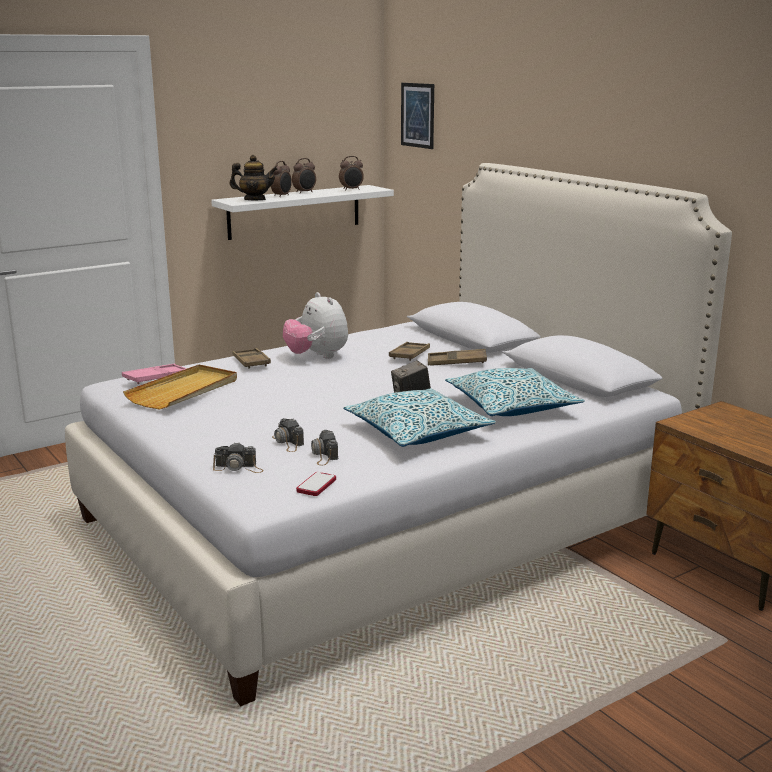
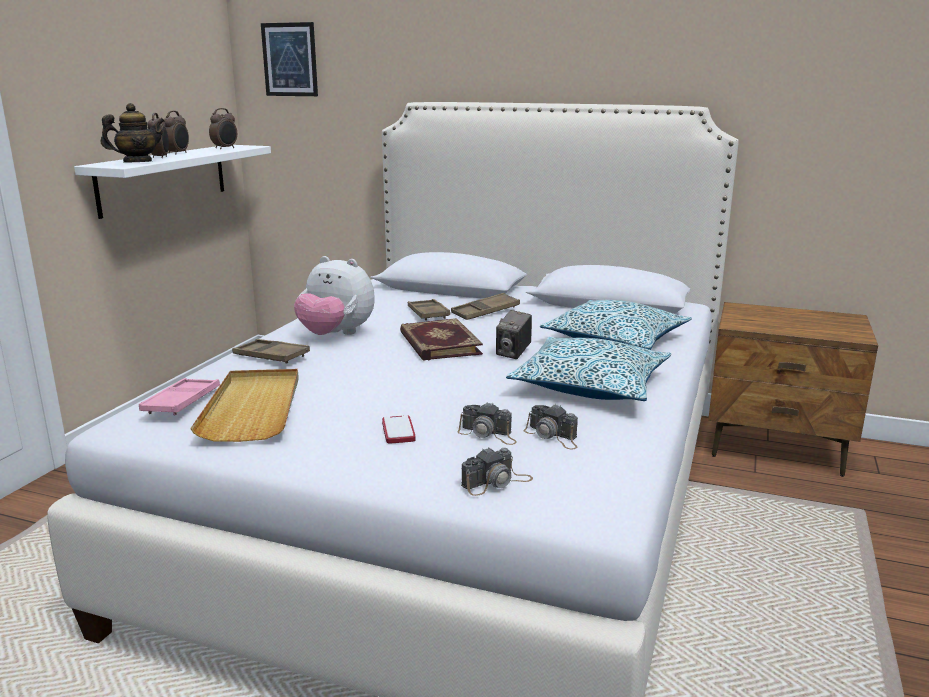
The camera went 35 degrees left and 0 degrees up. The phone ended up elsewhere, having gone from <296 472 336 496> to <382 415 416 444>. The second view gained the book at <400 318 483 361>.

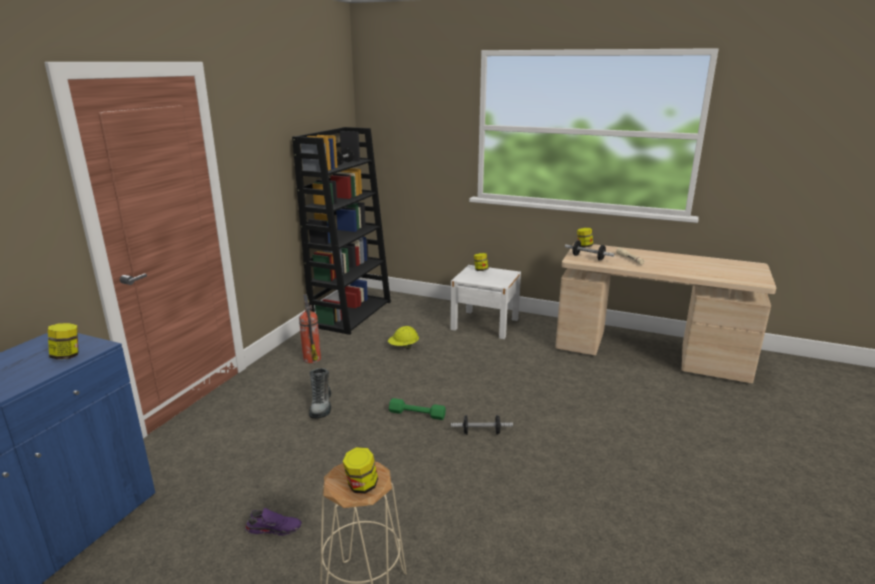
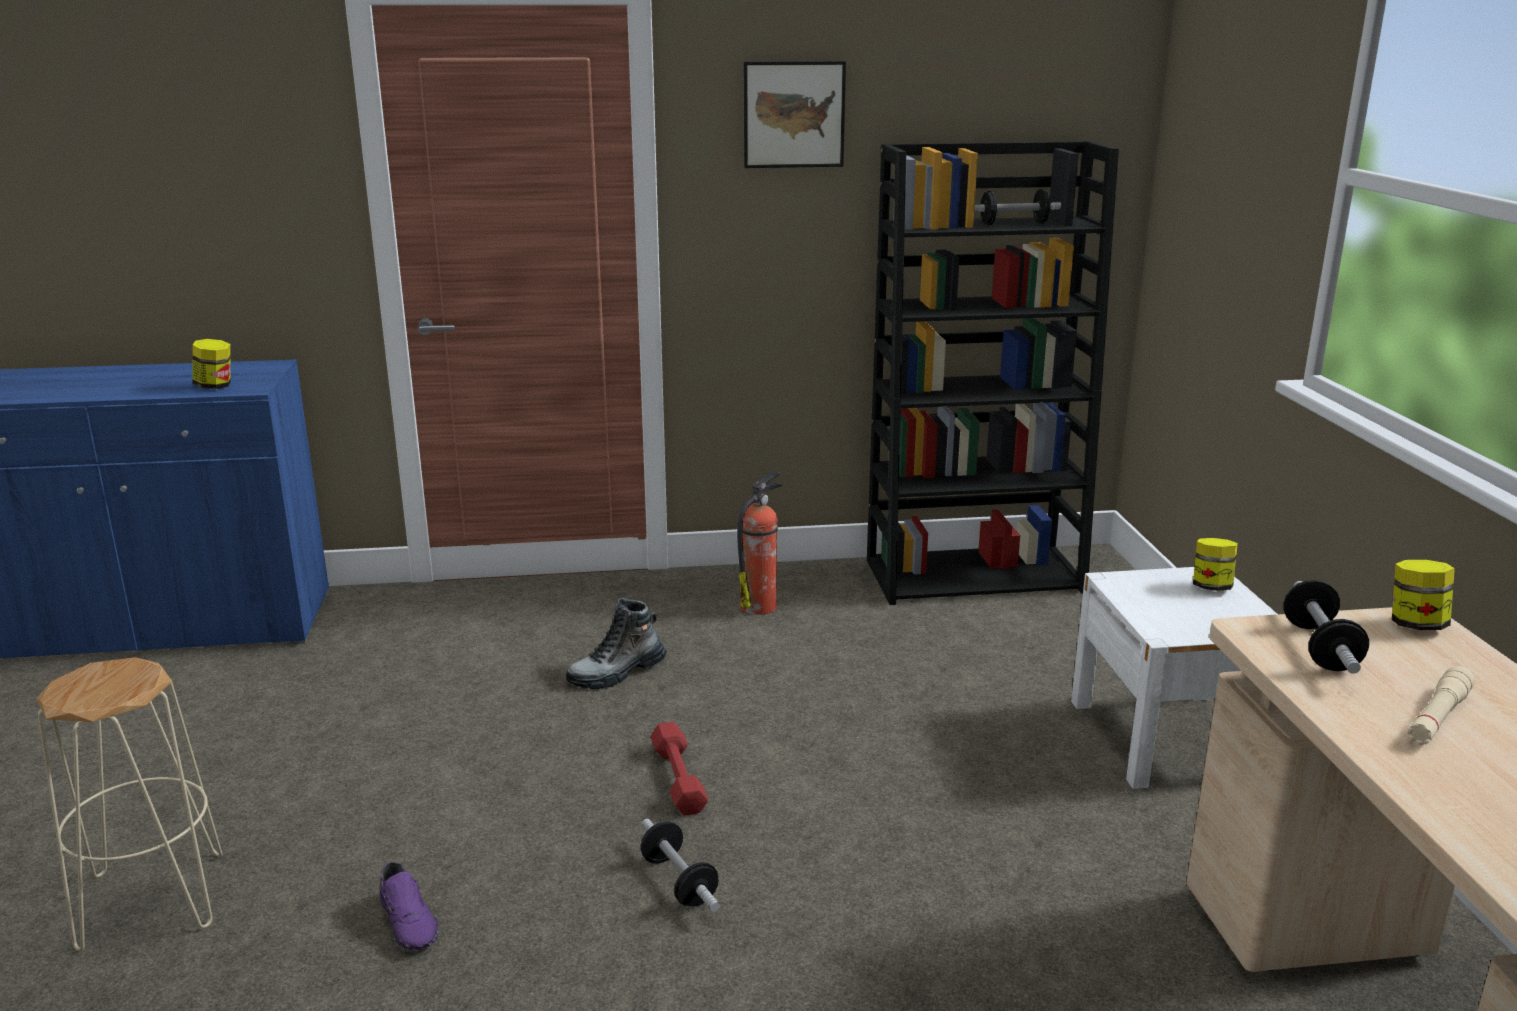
The camera went 60 degrees right and 0 degrees up. The second view lost the yellow hard hat at <388 326 419 349>. What was the green dumbbell at <389 398 446 420> turned into the red dumbbell at <651 722 708 816>. The second view lost the jar at <343 447 378 494>. The purple shoe ended up elsewhere, having gone from <245 508 302 536> to <380 862 440 952>. The second view gained the picture at <744 61 846 168>.

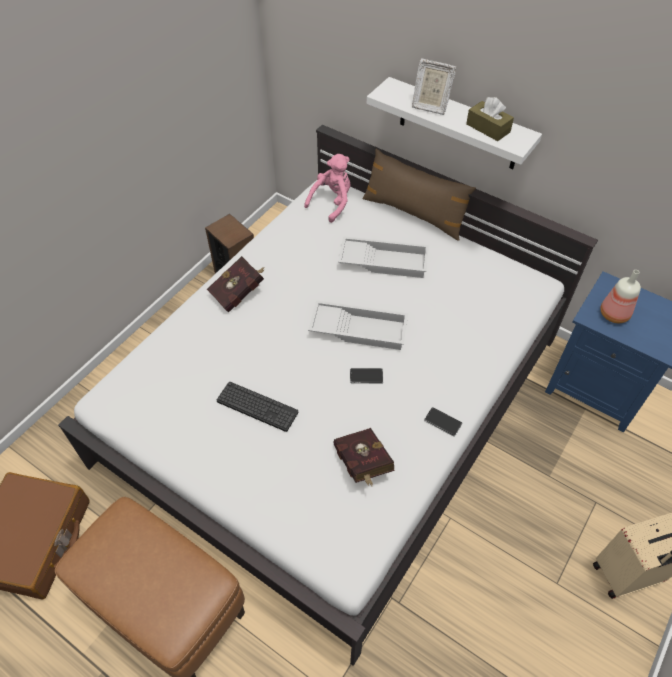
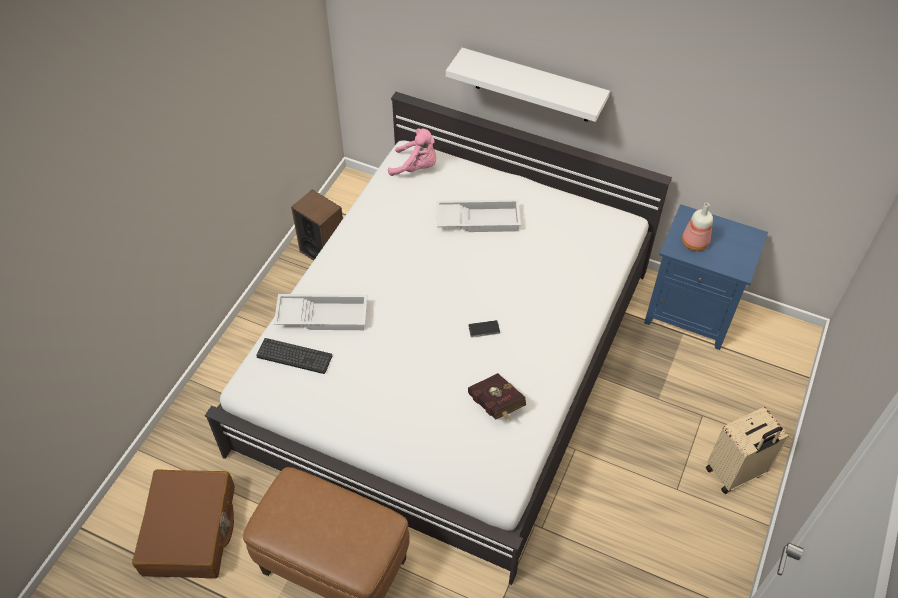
The camera went 10 degrees left and 0 degrees up. The second view lost the picture frame at <412 59 456 115>. The second view lost the brown tissue box at <466 97 514 141>. The second view lost the brown pillow at <362 149 476 241>. The pink plush toy at <304 154 350 223> ended up facing another way, 75 degrees clockwise from before. The second view lost the red book at <207 256 265 313>. The white tray ended up elsewhere, having gone from <308 300 408 350> to <274 294 367 330>. The keyboard ended up elsewhere, having gone from <217 382 298 432> to <256 338 332 374>. The second view lost the phone at <424 407 462 437>.

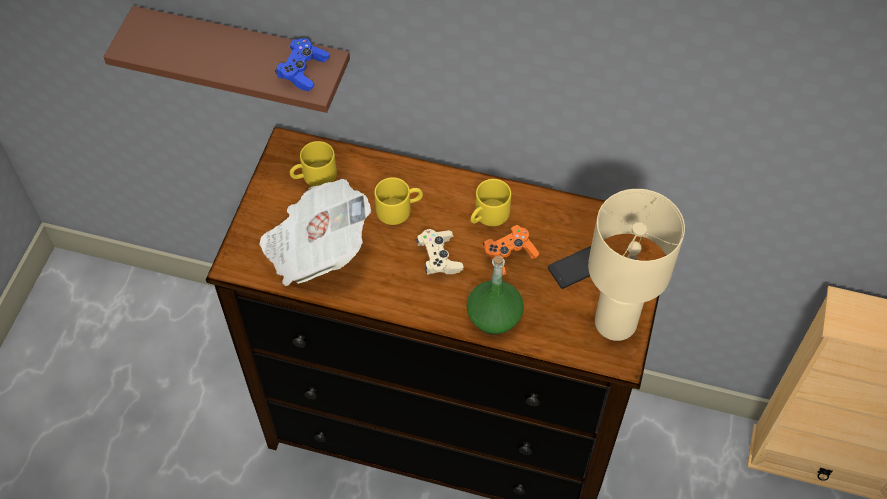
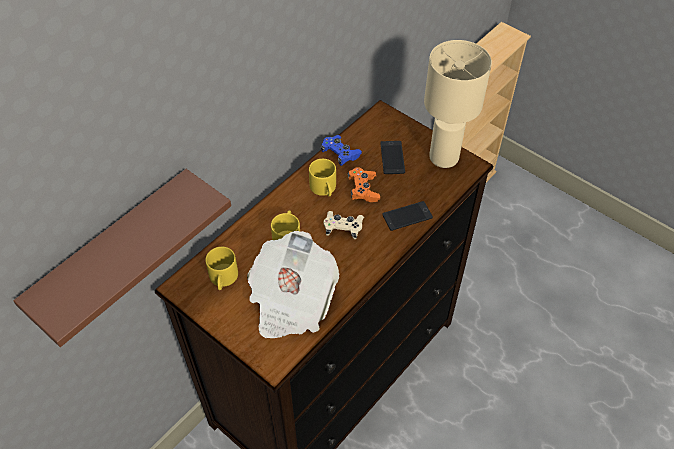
The camera went 65 degrees left and 5 degrees down. The blue game controller ended up elsewhere, having gone from <275 38 330 92> to <321 135 362 166>. Where the green bottle stood at <466 256 524 335>, the phone came to stand at <382 201 433 231>.

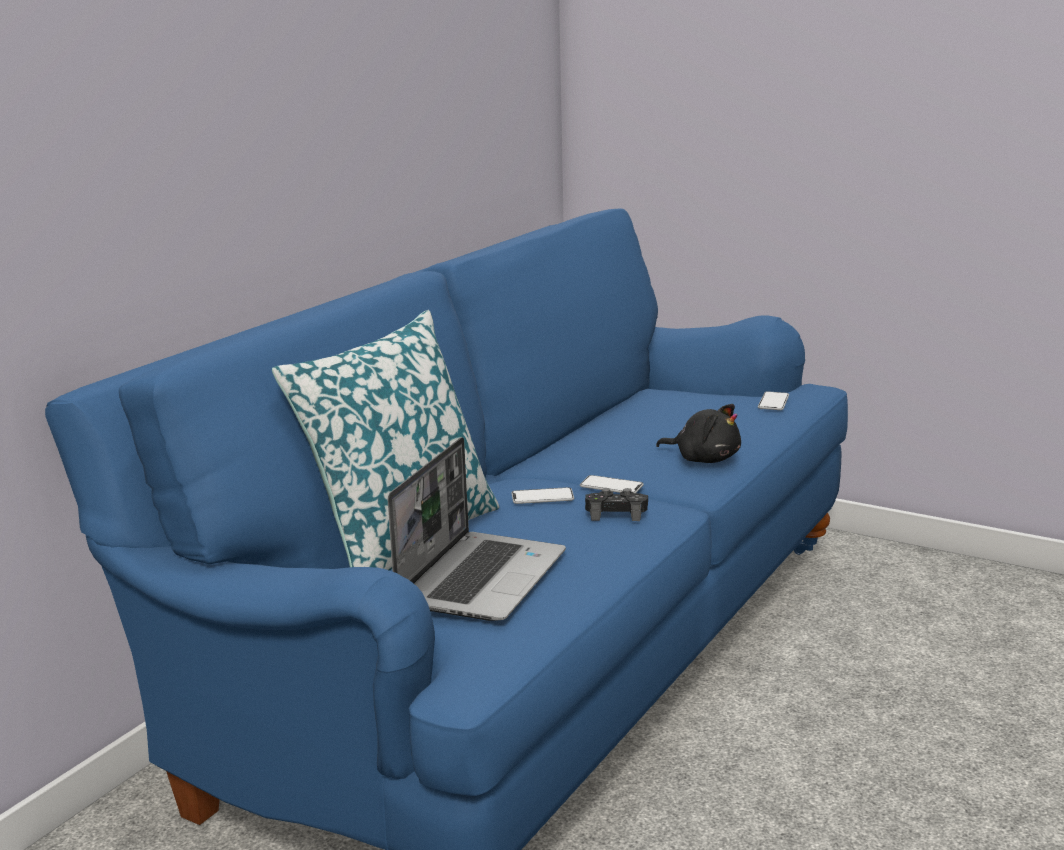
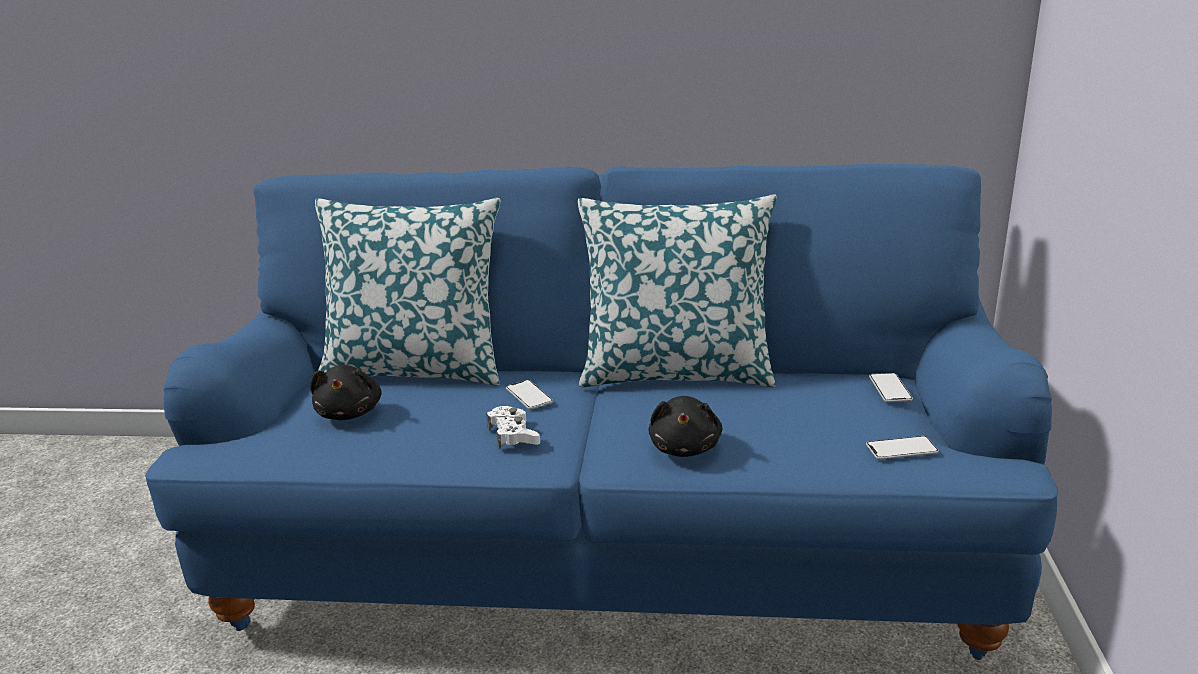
The camera went 65 degrees right and 5 degrees up. Where the laptop stood at <388 437 566 621>, the black plush toy came to stand at <310 365 382 420>. The phone ended up elsewhere, having gone from <580 475 644 493> to <869 373 913 402>. What was the black game controller at <585 488 648 521> turned into the white game controller at <486 406 540 450>. The second view gained the pillow at <578 194 777 387>.

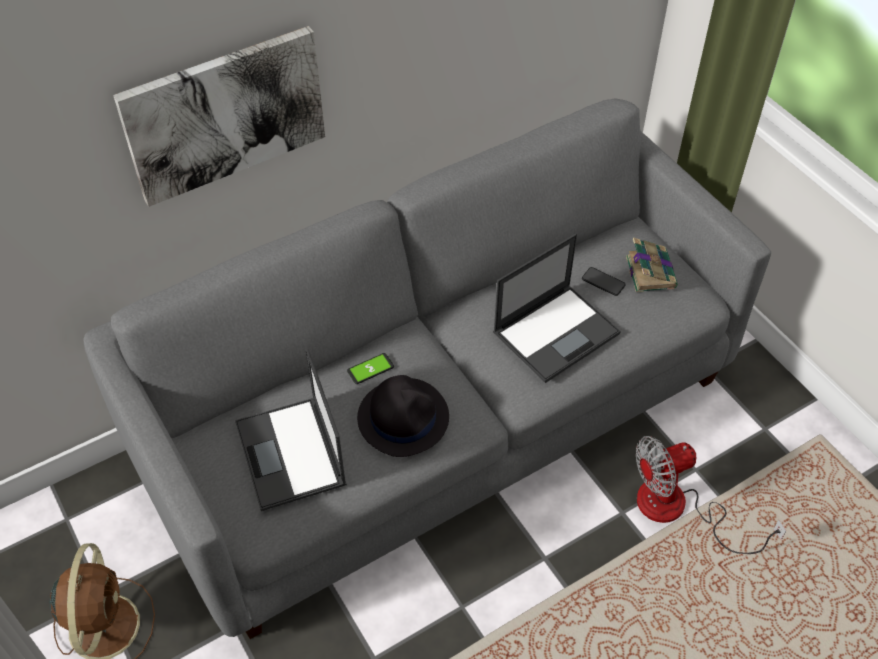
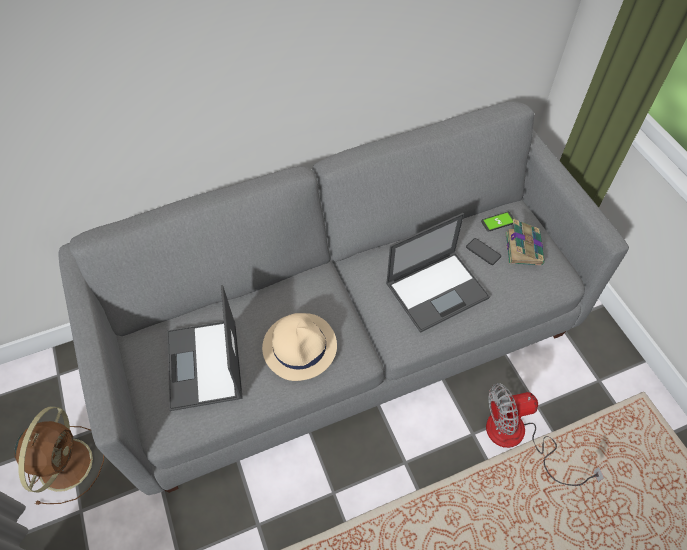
The camera went 10 degrees right and 5 degrees up. The second view lost the picture at <113 26 325 207>. The phone ended up elsewhere, having gone from <347 353 394 384> to <481 212 514 232>. What was the black hat at <357 375 449 457> turned into the beige hat at <262 313 337 381>.

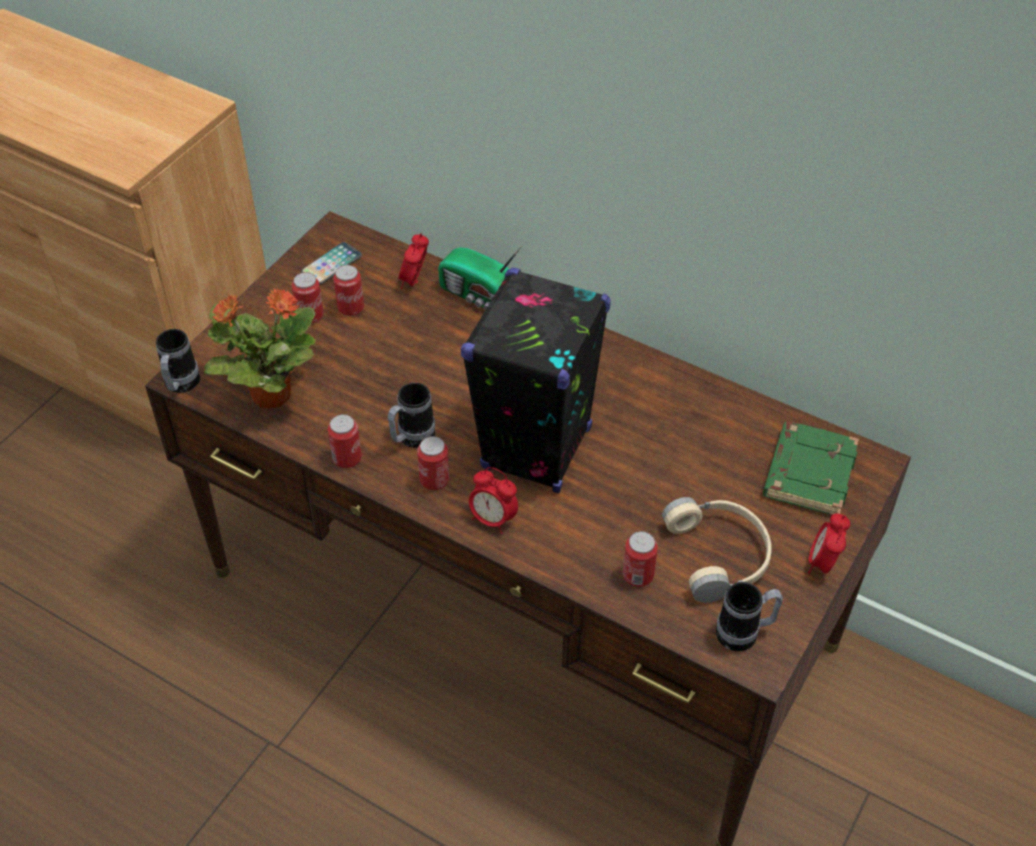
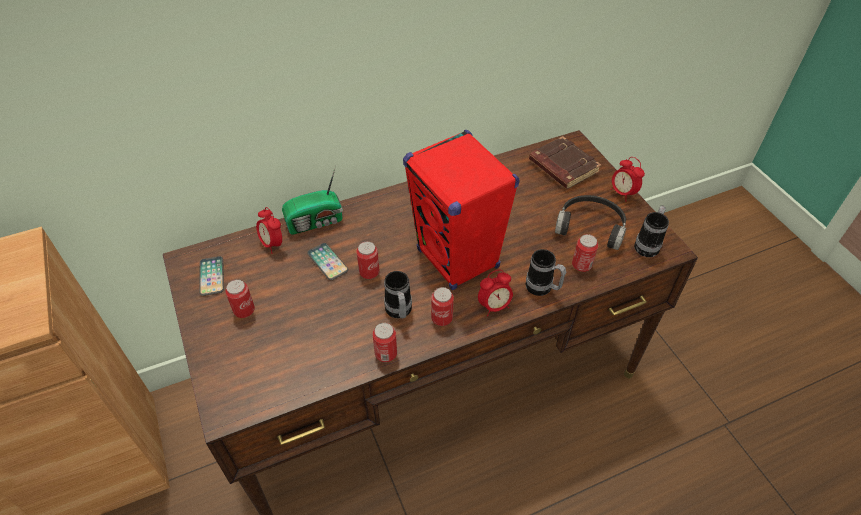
The camera went 55 degrees left and 0 degrees up. The can ended up elsewhere, having gone from <333 265 364 316> to <356 241 379 279>. What was the black speaker at <461 268 611 493> turned into the red speaker at <403 130 520 290>. The second view lost the potted plant at <204 288 316 409>. The mug ended up elsewhere, having gone from <156 329 200 393> to <525 249 566 296>. What was the green book at <763 422 859 515> turned into the brown book at <529 136 601 189>. What was the beige headphones at <662 497 771 603> turned into the black headphones at <555 195 626 250>. The second view gained the phone at <307 243 348 280>.

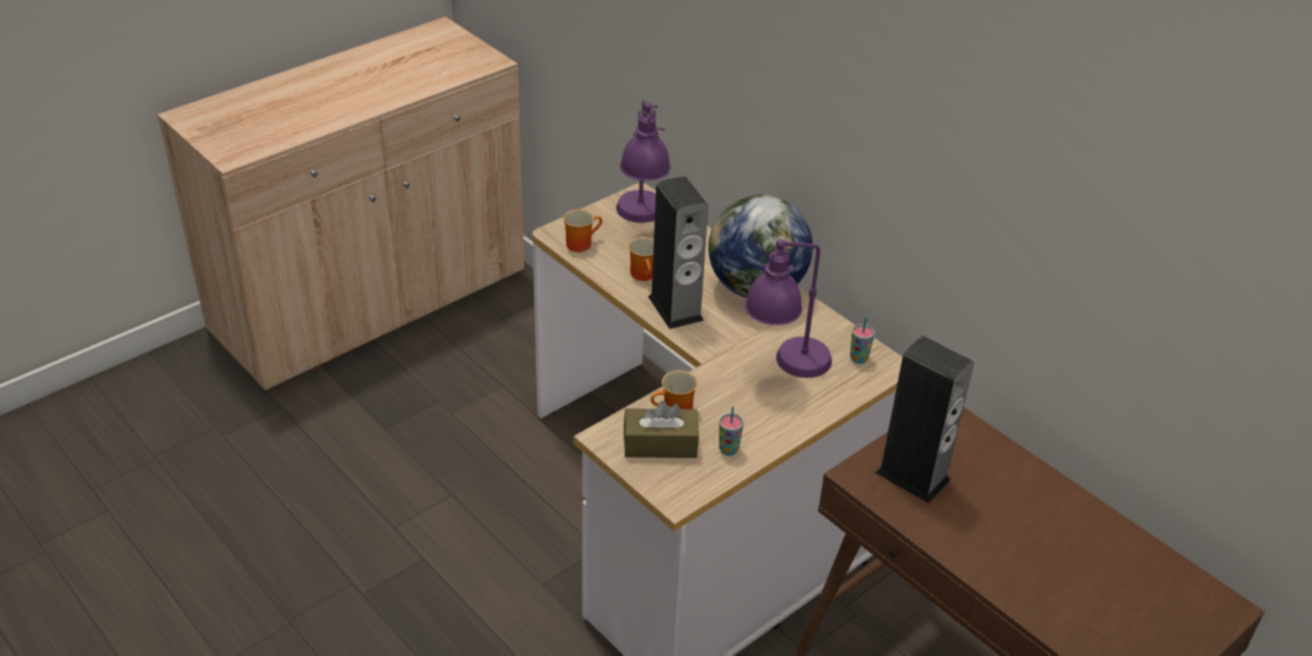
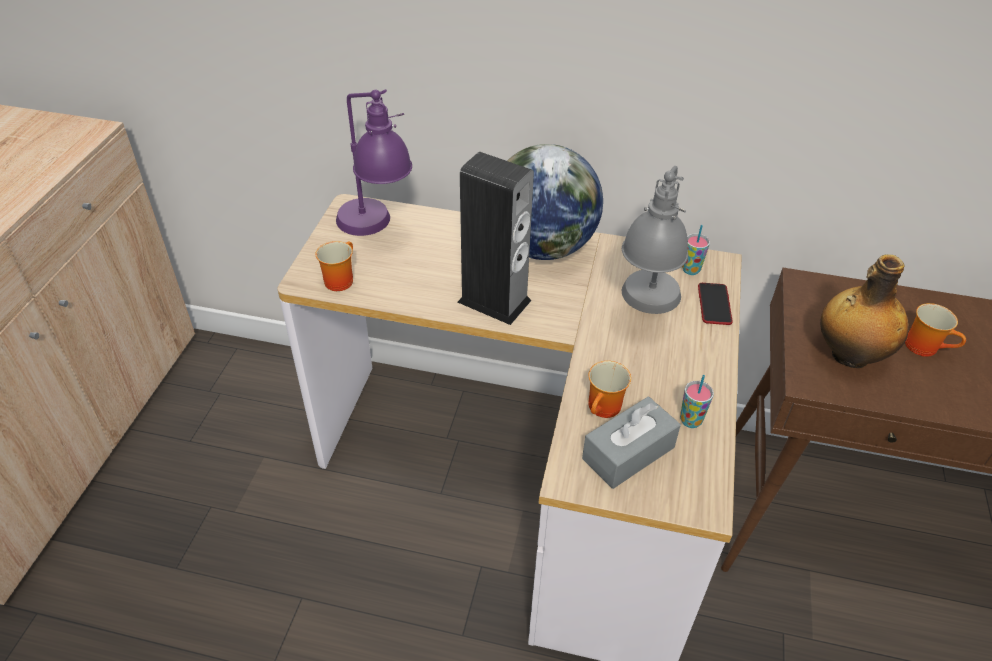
The camera went 35 degrees left and 5 degrees up. The mug ended up elsewhere, having gone from <628 237 654 281> to <905 303 966 357>. What was the purple table lamp at <744 239 832 378> turned into the grey table lamp at <622 166 688 314>. Where the speaker stood at <875 336 974 503>, the bottle came to stand at <820 254 909 368>. What was the brown tissue box at <624 401 699 458> turned into the grey tissue box at <582 397 681 489>. The second view gained the phone at <698 283 733 325>.

